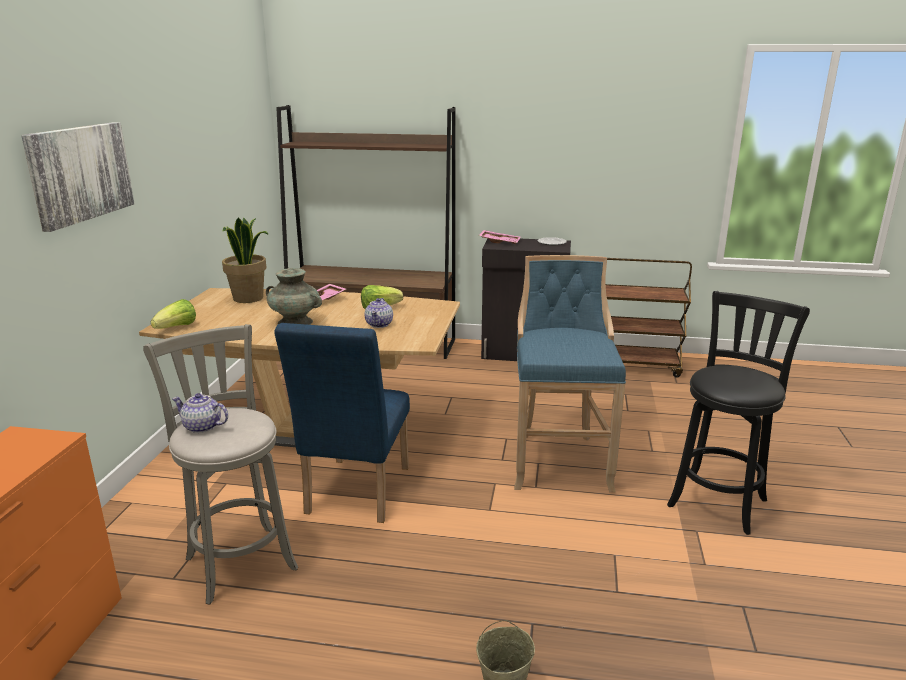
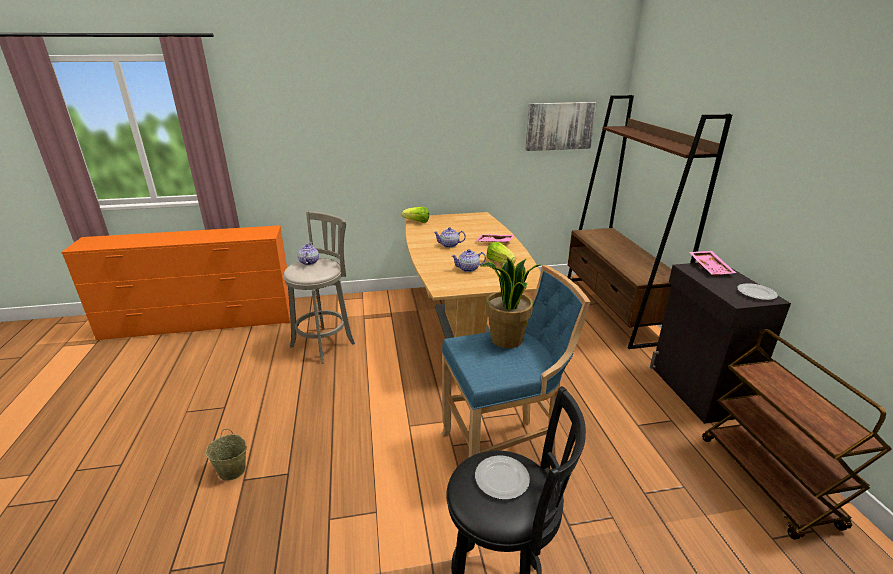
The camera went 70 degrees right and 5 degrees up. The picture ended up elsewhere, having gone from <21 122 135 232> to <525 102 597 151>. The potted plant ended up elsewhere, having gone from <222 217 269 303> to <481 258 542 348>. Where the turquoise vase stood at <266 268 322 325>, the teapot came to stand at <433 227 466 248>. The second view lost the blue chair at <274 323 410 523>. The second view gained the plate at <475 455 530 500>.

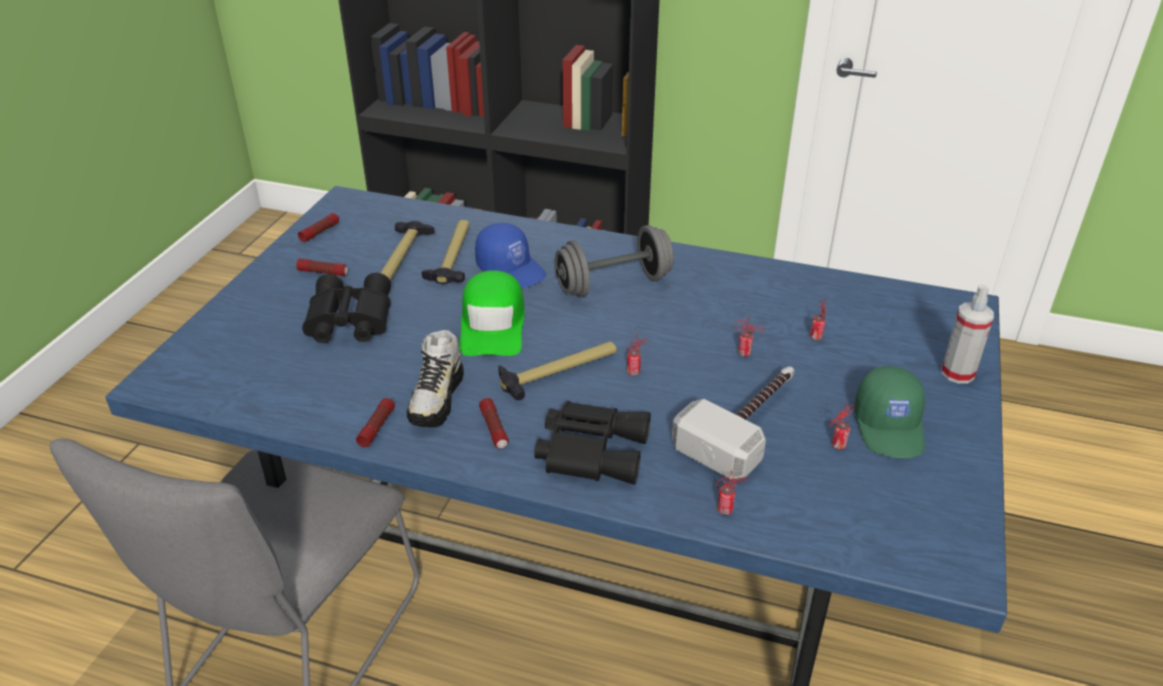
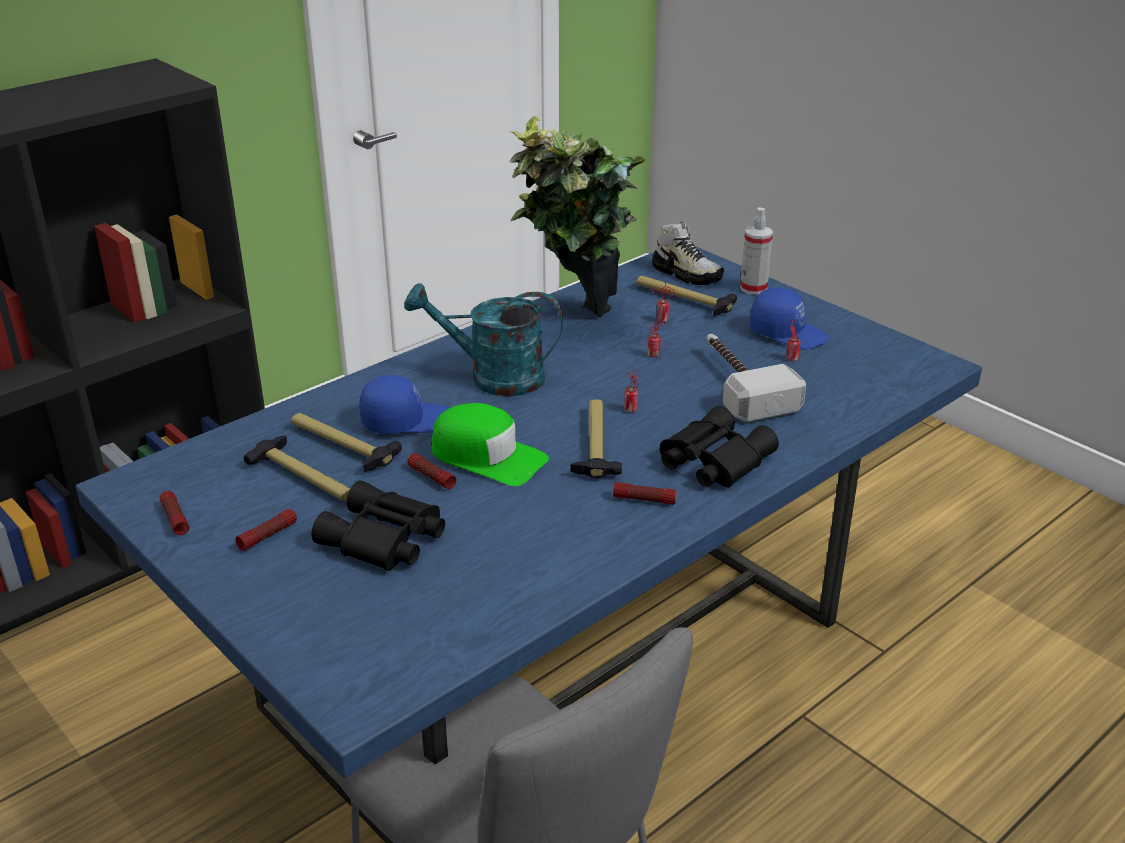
The camera went 60 degrees left and 5 degrees down. Where the grey dumbbell stood at <555 225 674 297>, the turquoise watering can came to stand at <404 283 563 396>. The shoe ended up elsewhere, having gone from <407 330 464 428> to <652 221 724 285>. What was the green cap at <854 366 925 458> turned into the blue cap at <750 288 829 350>. The flashlight ended up elsewhere, having gone from <356 398 395 447> to <407 453 456 489>. The second view lost the can at <716 470 748 515>. The second view gained the potted plant at <508 116 645 317>. The second view gained the hammer at <636 276 737 316>.

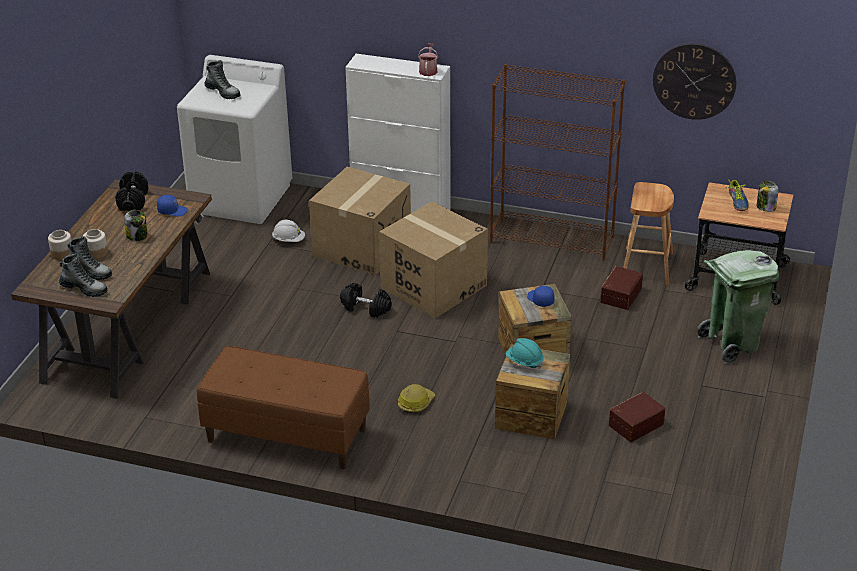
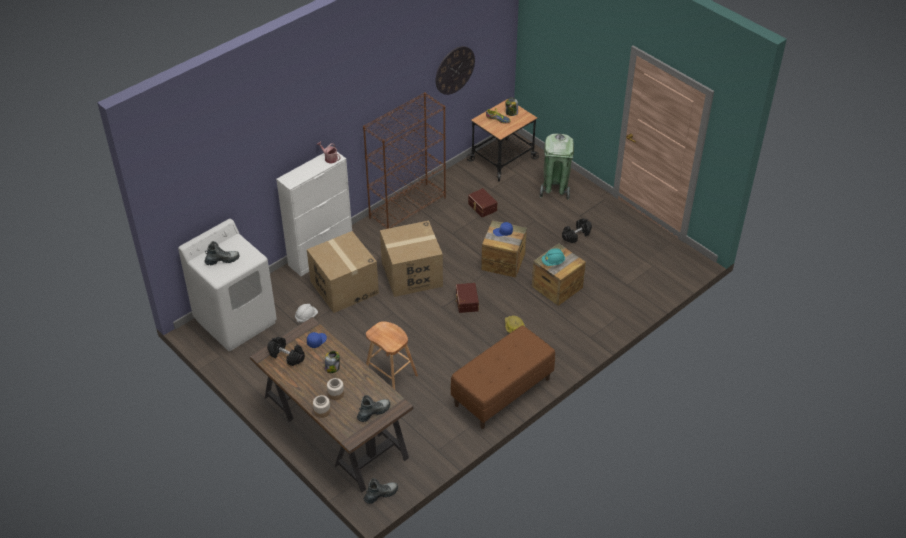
The camera went 60 degrees left and 10 degrees up. The brown stool ended up elsewhere, having gone from <623 182 674 285> to <366 321 418 389>. The boot ended up elsewhere, having gone from <68 236 112 280> to <364 478 398 504>. The black dumbbell ended up elsewhere, having gone from <340 283 392 317> to <562 218 592 243>. The brown storage box ended up elsewhere, having gone from <609 392 665 442> to <455 283 479 313>.

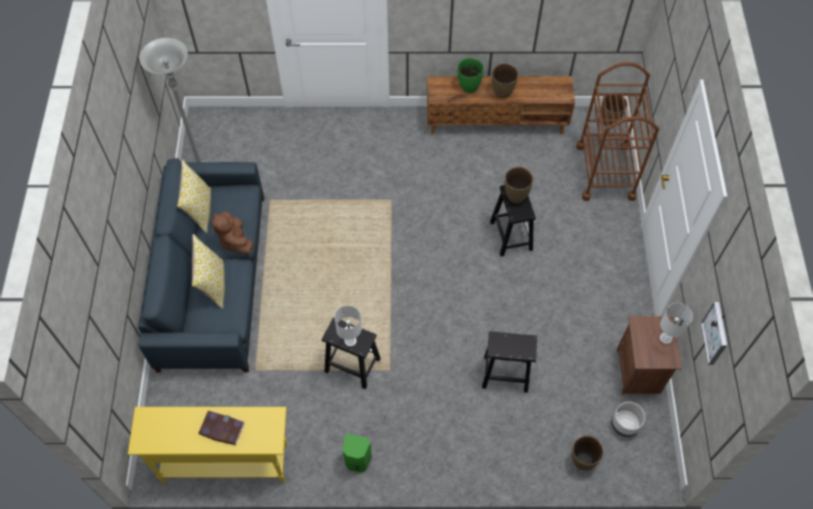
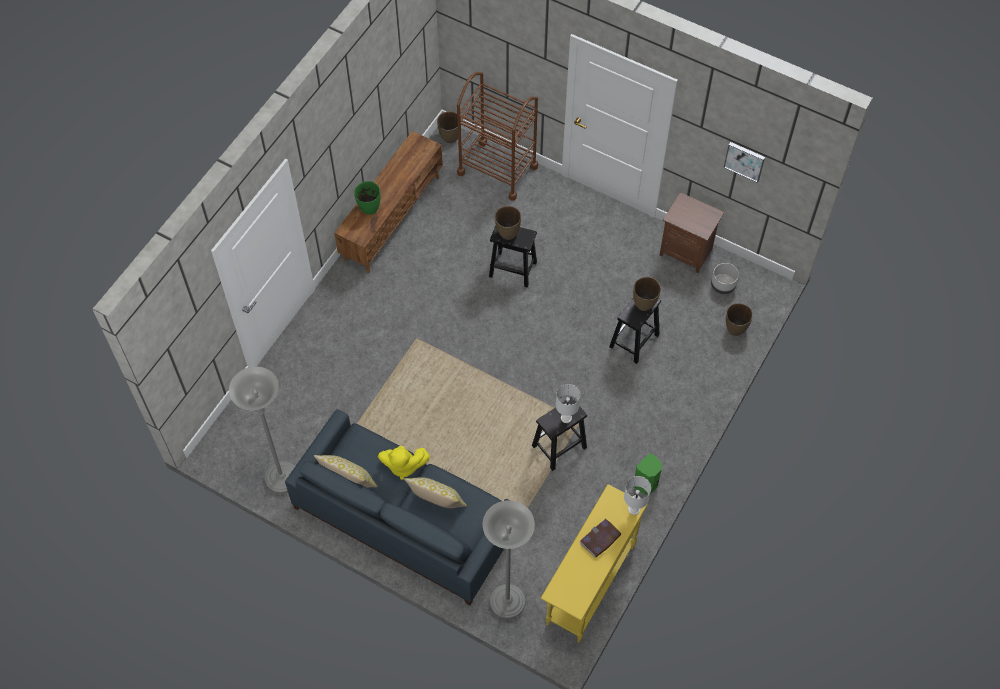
The camera went 60 degrees left and 0 degrees up. The brown vase ended up elsewhere, having gone from <492 63 518 98> to <633 277 661 311>. What was the brown plush toy at <212 211 253 254> turned into the yellow plush toy at <378 446 430 480>. The white table lamp ended up elsewhere, having gone from <660 303 693 344> to <624 476 651 515>. The second view gained the grey floor lamp at <483 500 535 619>.

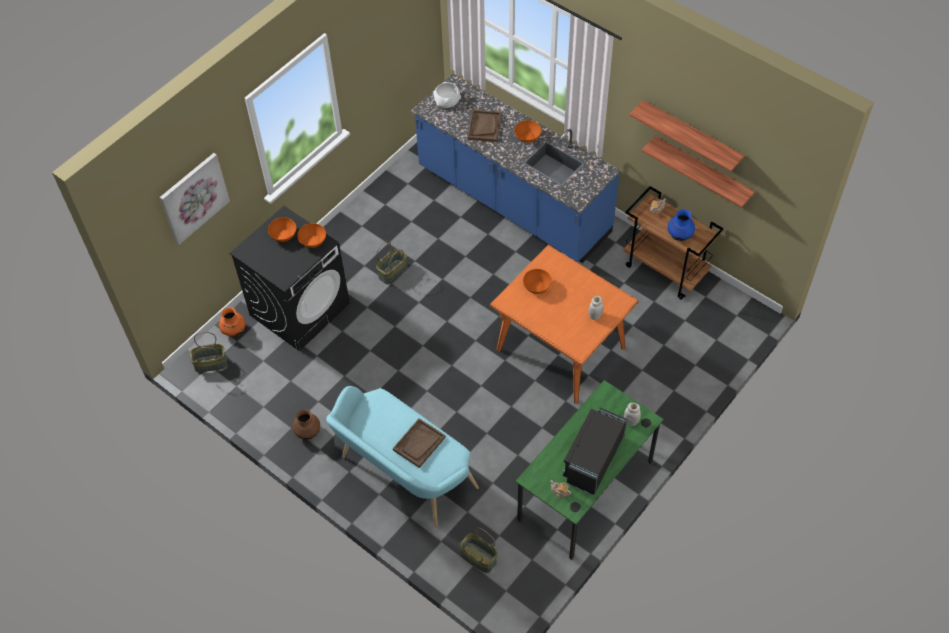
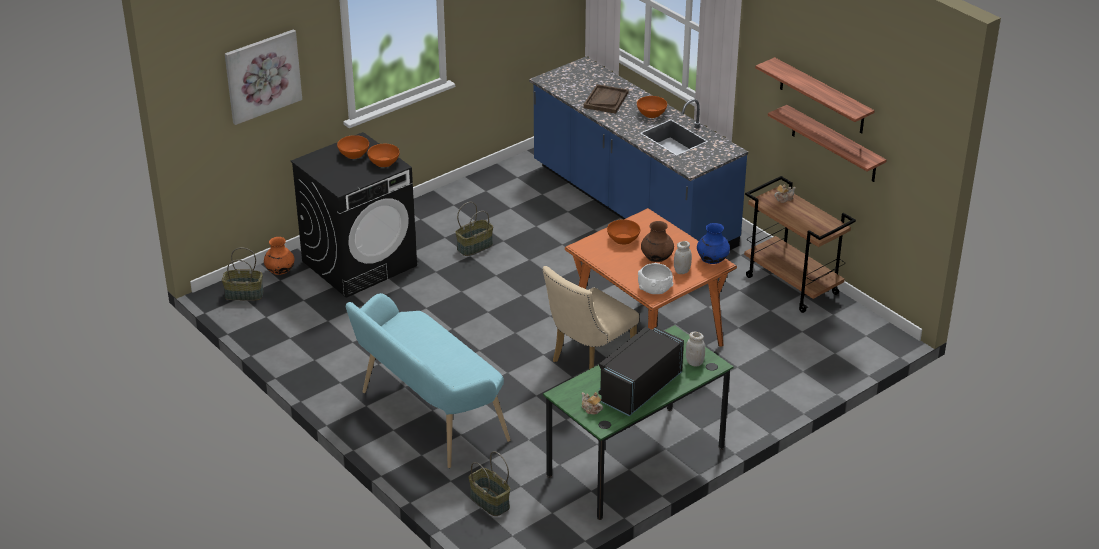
The camera went 10 degrees right and 20 degrees down. The white bowl ended up elsewhere, having gone from <433 82 461 108> to <638 263 673 294>. The blue vase ended up elsewhere, having gone from <668 209 695 241> to <697 223 730 264>. The brown vase ended up elsewhere, having gone from <292 409 320 440> to <641 221 674 262>. The second view lost the brown tray at <393 418 446 468>. The second view gained the beige chair at <542 266 639 369>.

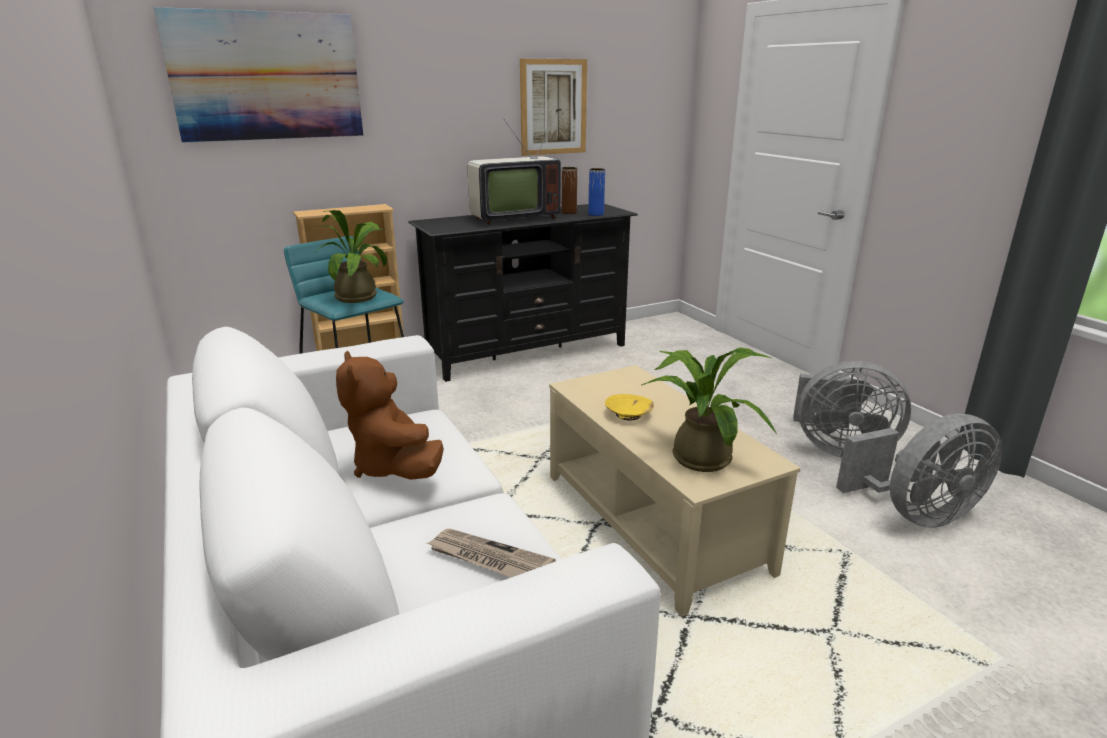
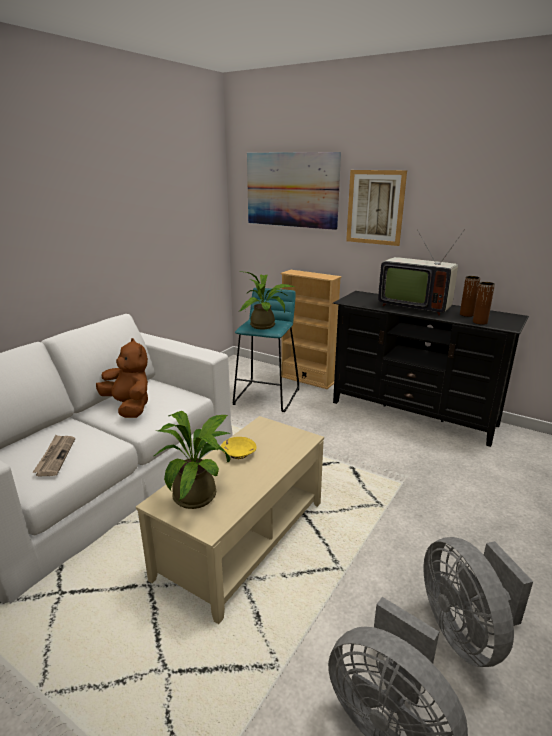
The camera went 60 degrees right and 0 degrees up. The picture ended up elsewhere, having gone from <520 59 587 156> to <346 170 407 246>. What was the blue vase at <588 168 605 216> turned into the brown vase at <473 282 495 325>. The brown plush toy at <336 351 444 480> ended up facing another way, 105 degrees clockwise from before.

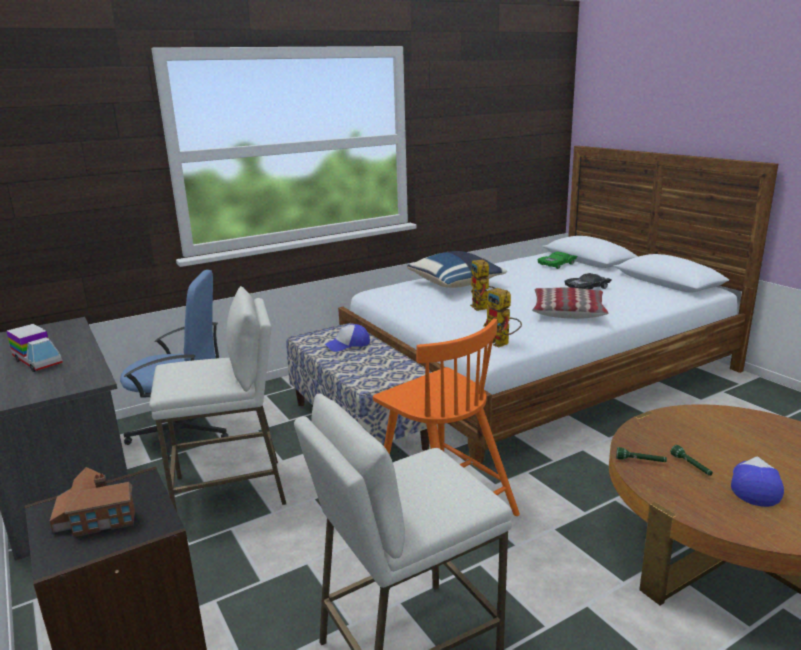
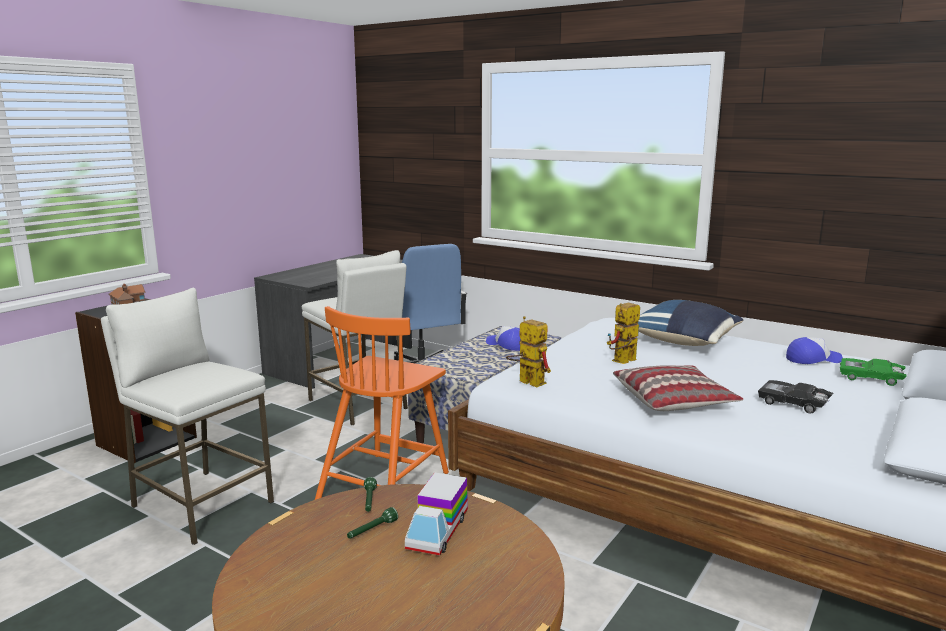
The camera went 65 degrees right and 5 degrees down. The toy robot at <484 288 522 348> ended up facing another way, 105 degrees clockwise from before. The toy truck ended up elsewhere, having gone from <7 324 63 372> to <405 473 468 555>. The cap ended up elsewhere, having gone from <731 457 784 507> to <786 337 843 364>.

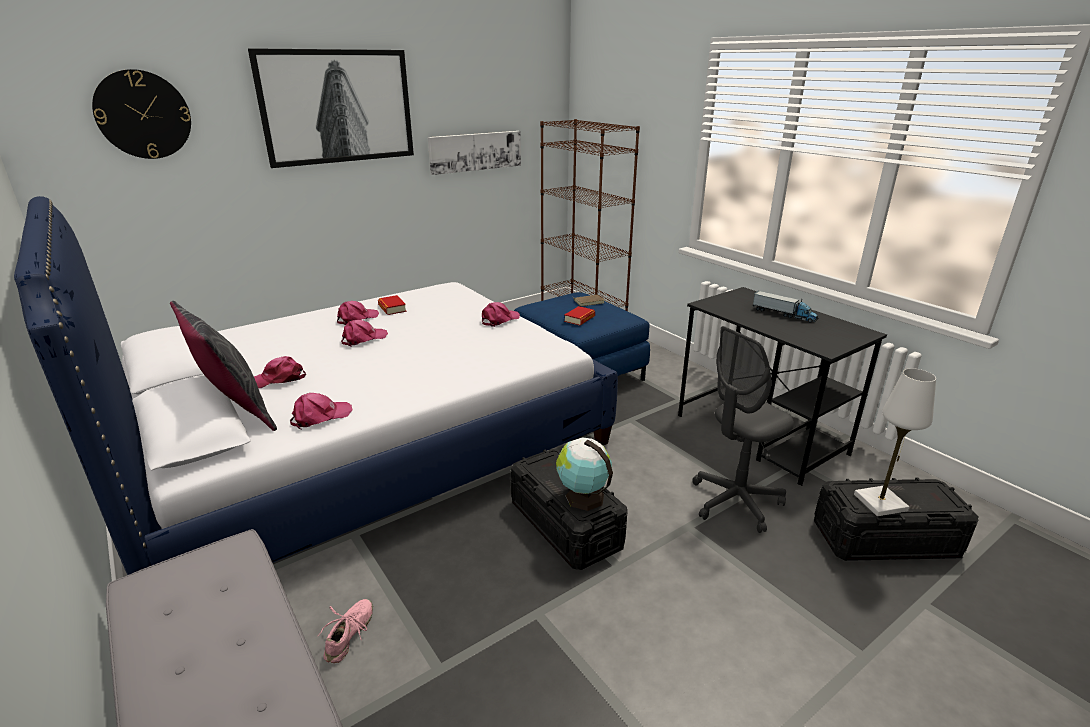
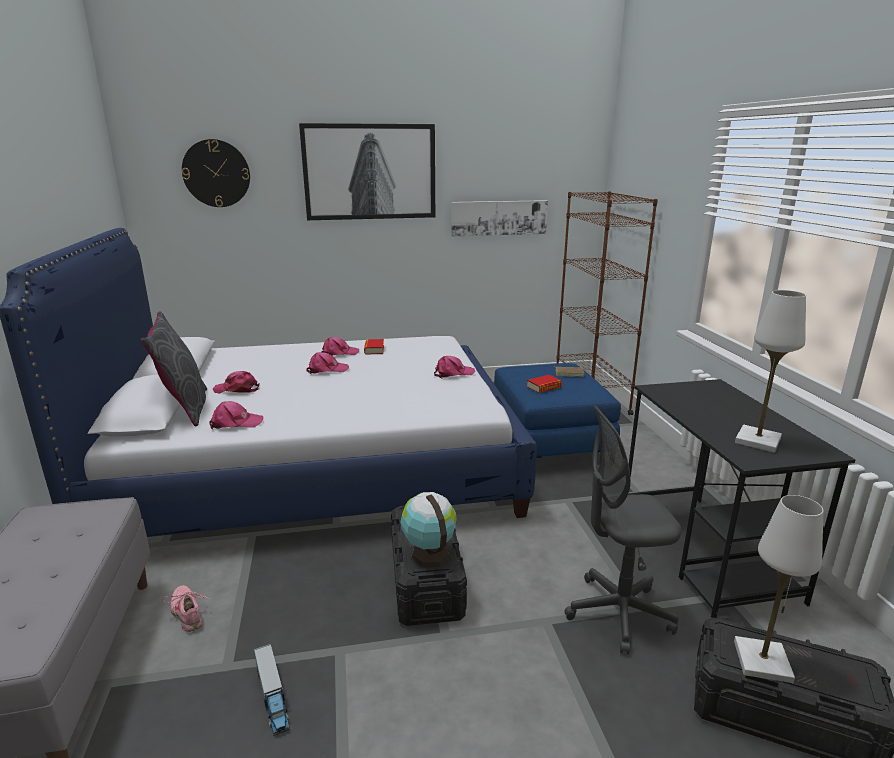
The camera went 25 degrees right and 5 degrees down. The toy truck ended up elsewhere, having gone from <753 291 818 323> to <254 644 290 736>. The pink shoe at <318 599 373 663> ended up facing another way, 75 degrees counterclockwise from before. The second view gained the white table lamp at <735 290 806 453>.

